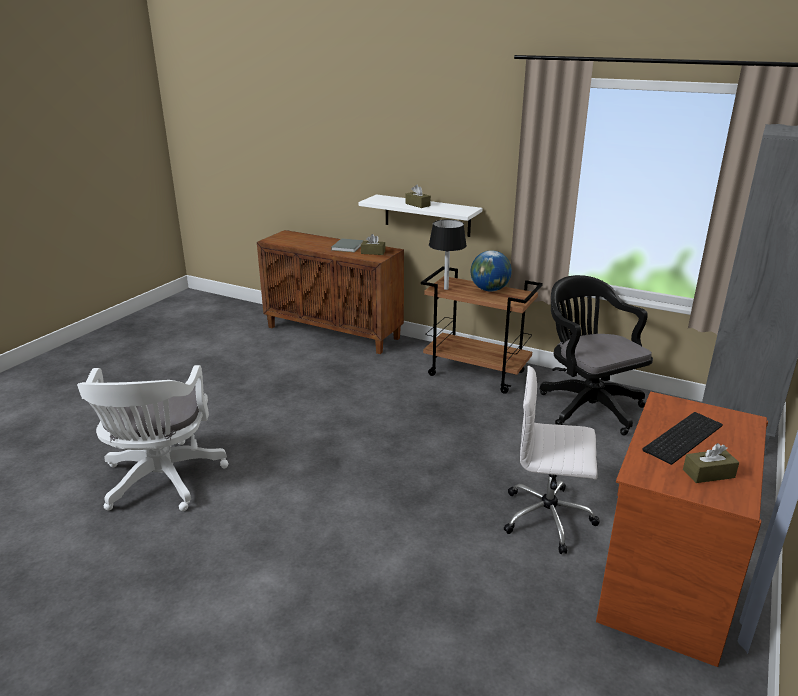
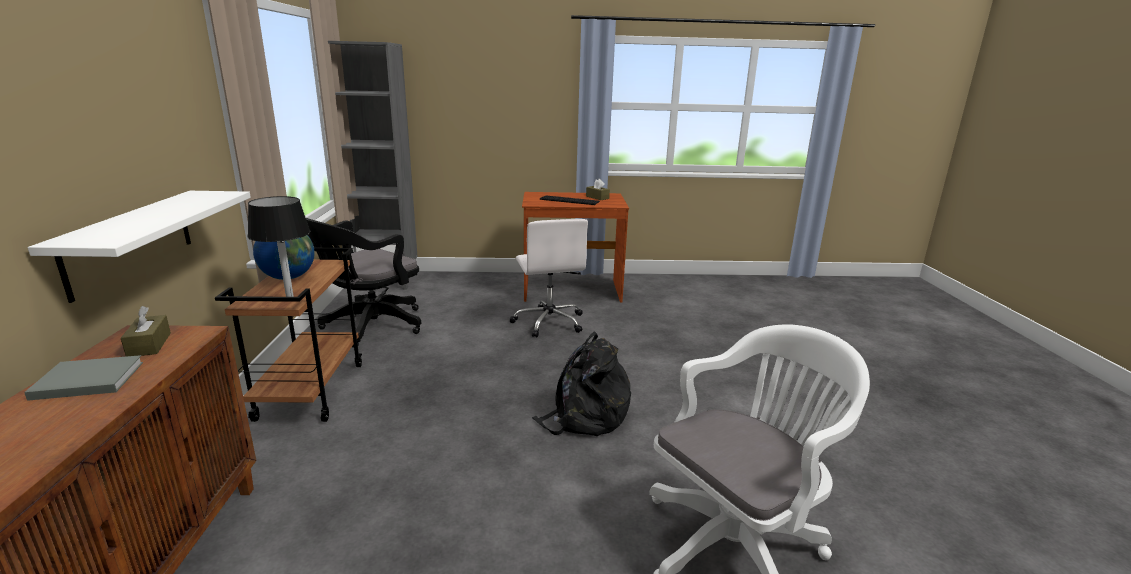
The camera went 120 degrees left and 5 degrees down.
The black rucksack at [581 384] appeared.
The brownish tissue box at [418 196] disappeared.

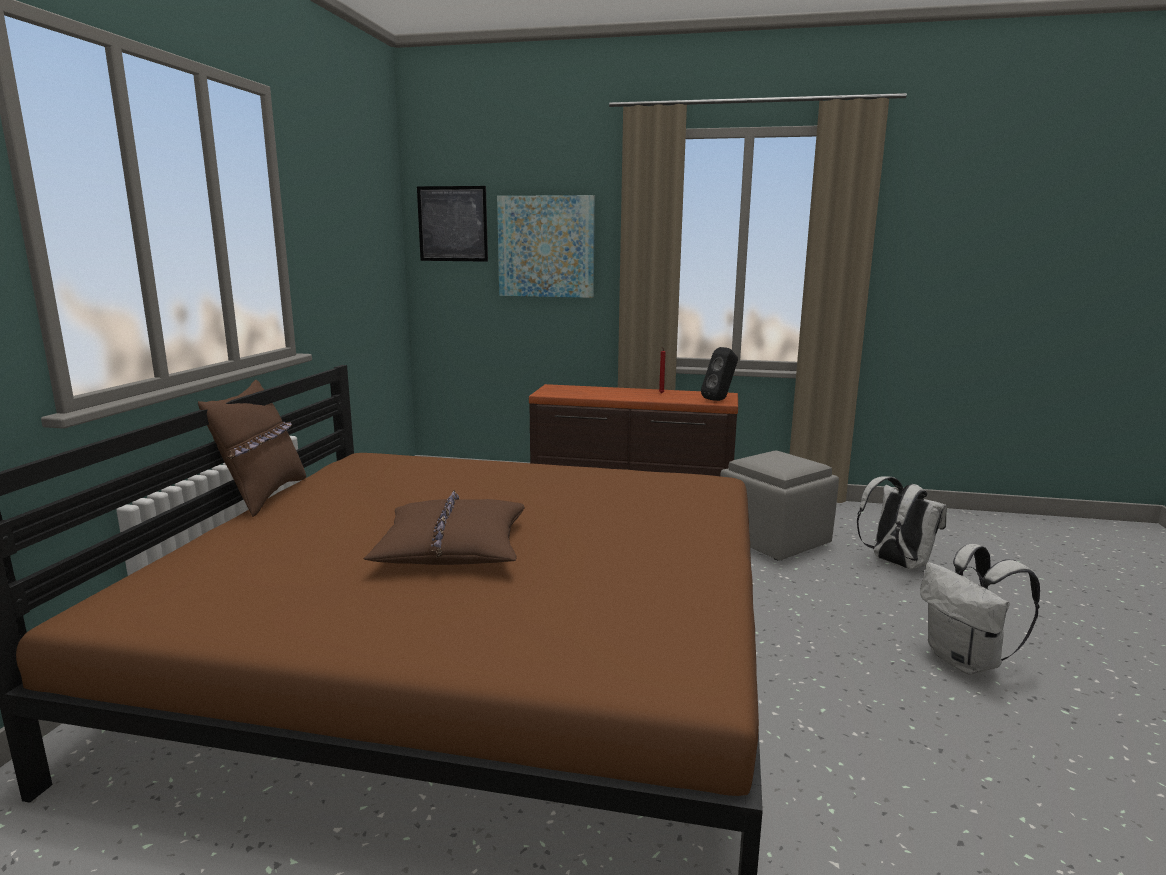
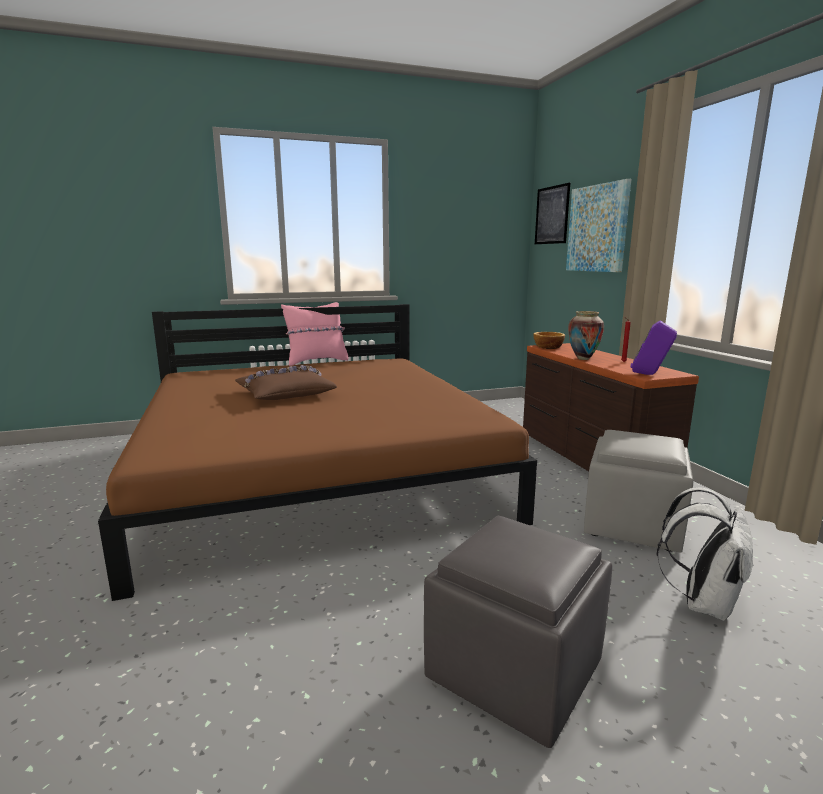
The camera went 60 degrees right and 0 degrees up.
The brownish cushion at [252 448] became the pink cushion at [314 334].
The white-coloured rucksack at [980 609] was replaced by the gray ottoman at [518 632].
The serving bowl at [549 340] appeared.
The flower vase at [586 335] appeared.
The black audio speaker at [719 374] became the purplish audio speaker at [653 348].

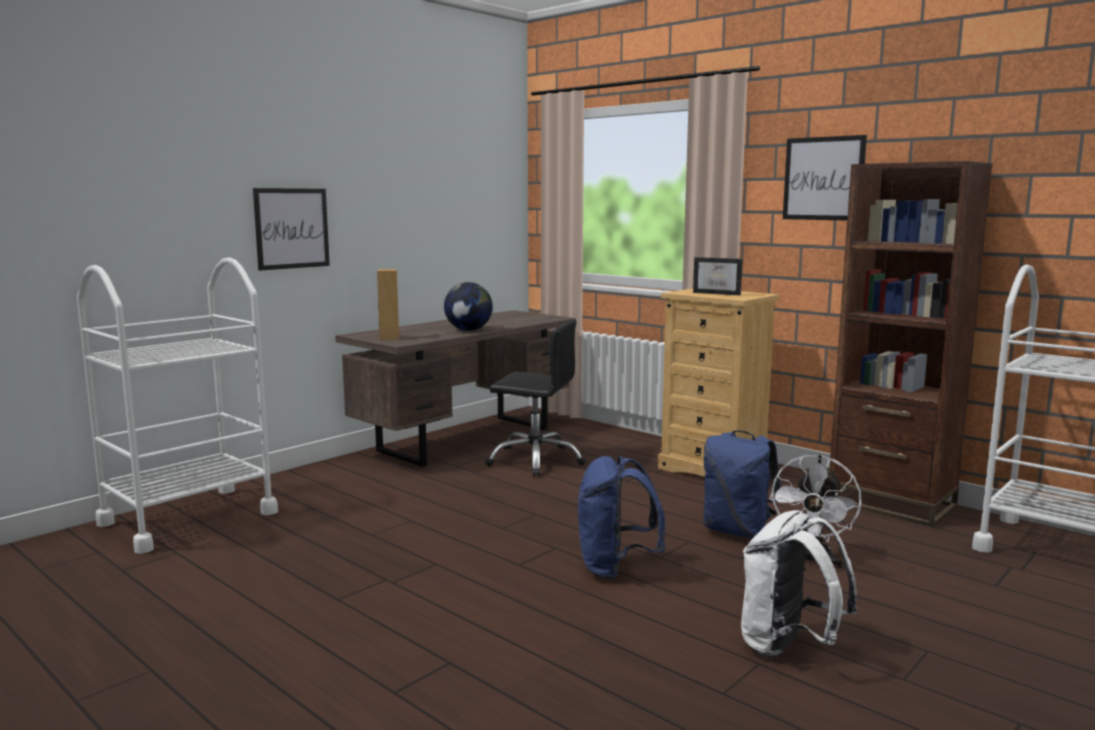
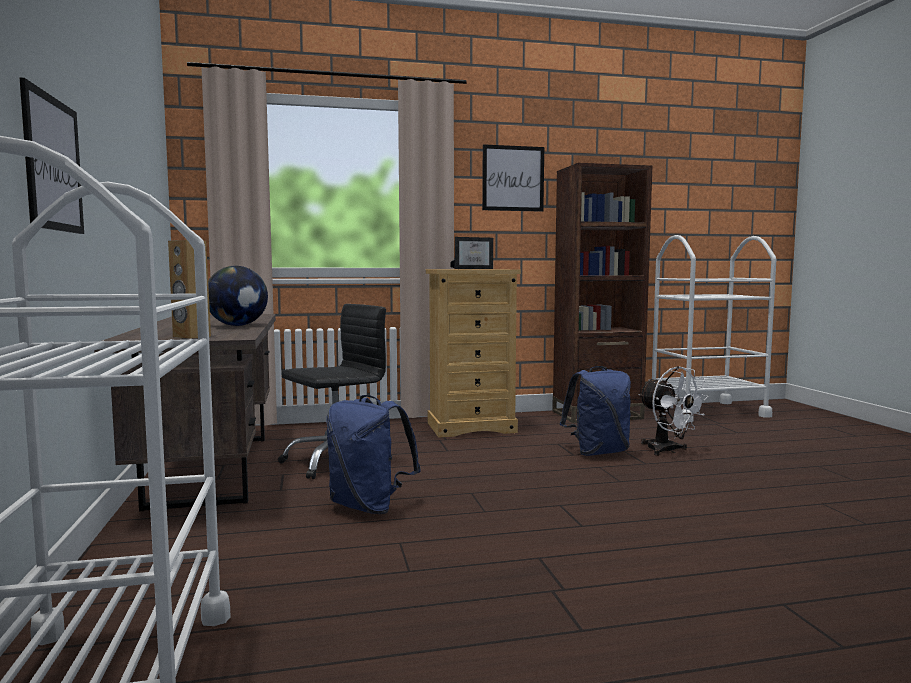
The camera went 55 degrees left and 5 degrees down.
The blue rucksack moved from [621 517] to [373 454].
The white-coloured rucksack at [799 584] disappeared.

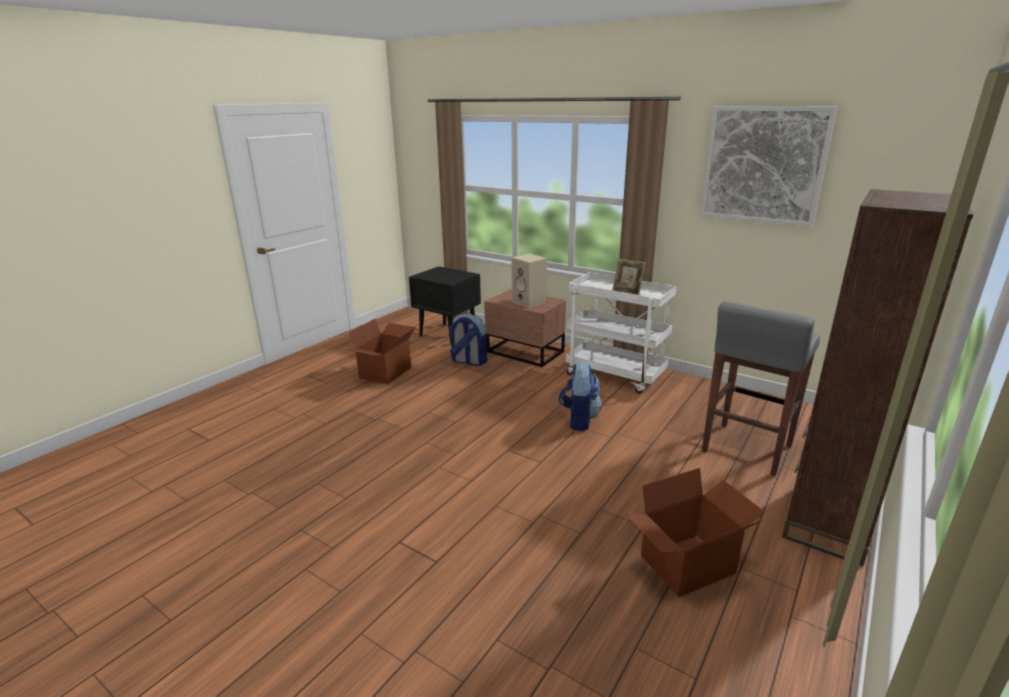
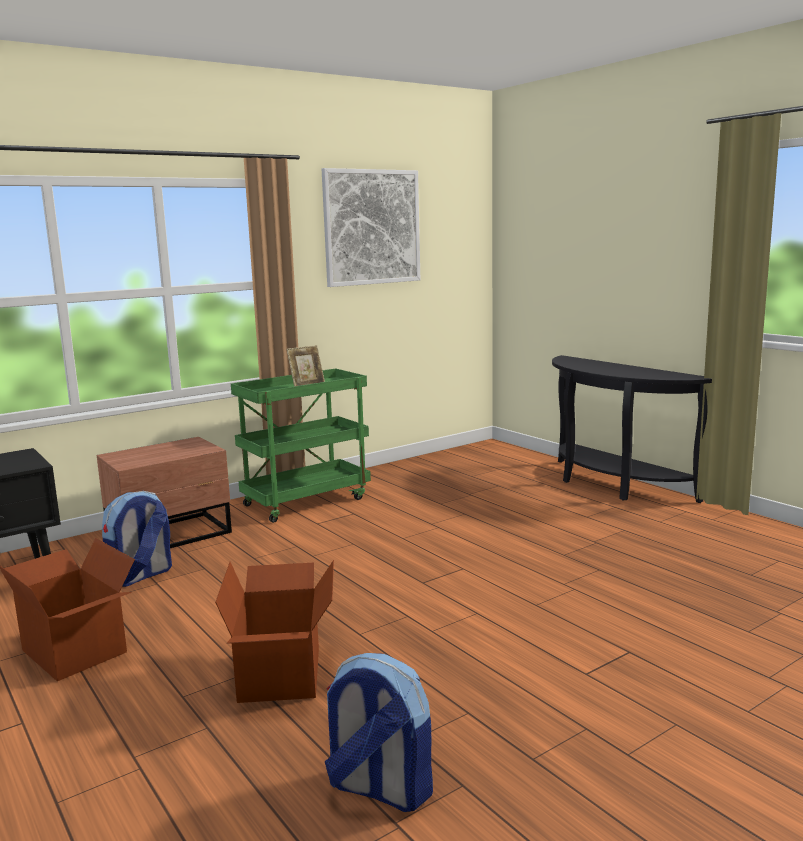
The camera went 70 degrees left and 10 degrees down.
The cardboard box moved from [695 532] to [274 631].
The white-coloured wheeled cart at [621 333] became the green wheeled cart at [301 446].
The rucksack moved from [580 396] to [379 732].
The brownish shelving unit at [877 377] was replaced by the black hall table at [632 429].
The sand-coloured audio speaker at [529 280] disappeared.
The gray sitting stool at [761 389] disappeared.

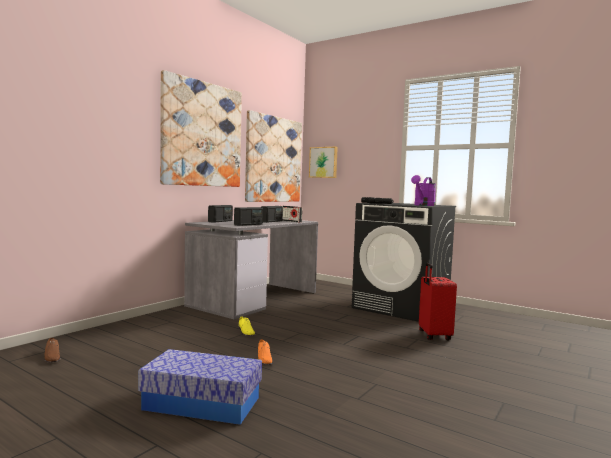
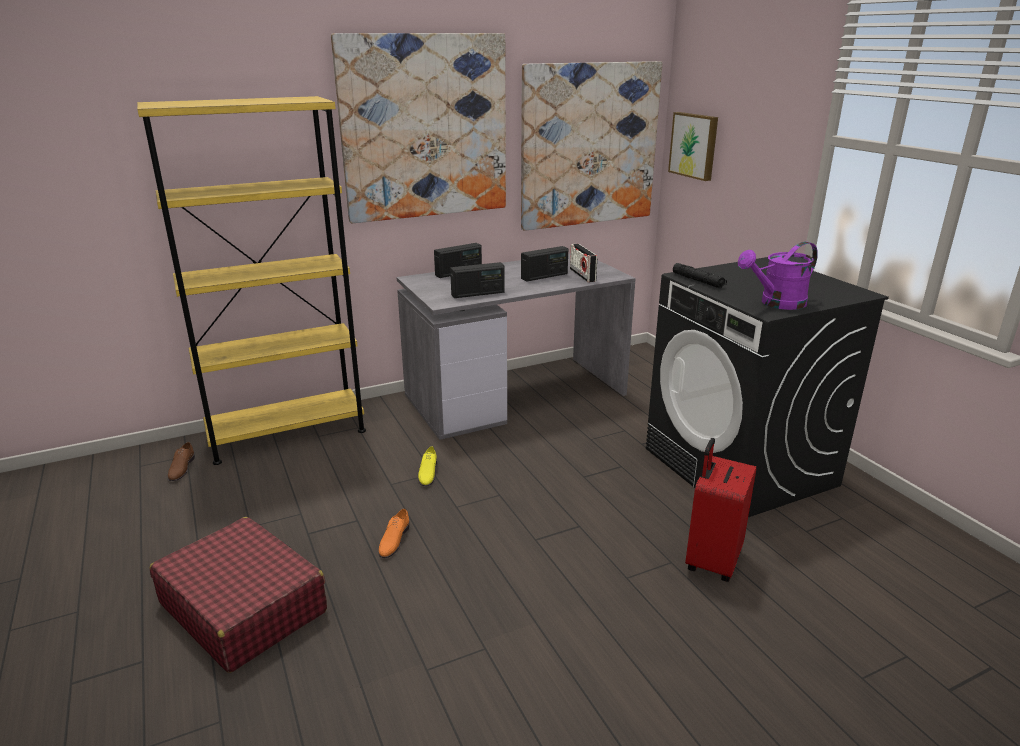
The camera went 30 degrees right and 20 degrees up.
The yellow shelving unit at [251 280] appeared.
The storage container at [200 387] was replaced by the red-coloured travel case at [238 595].

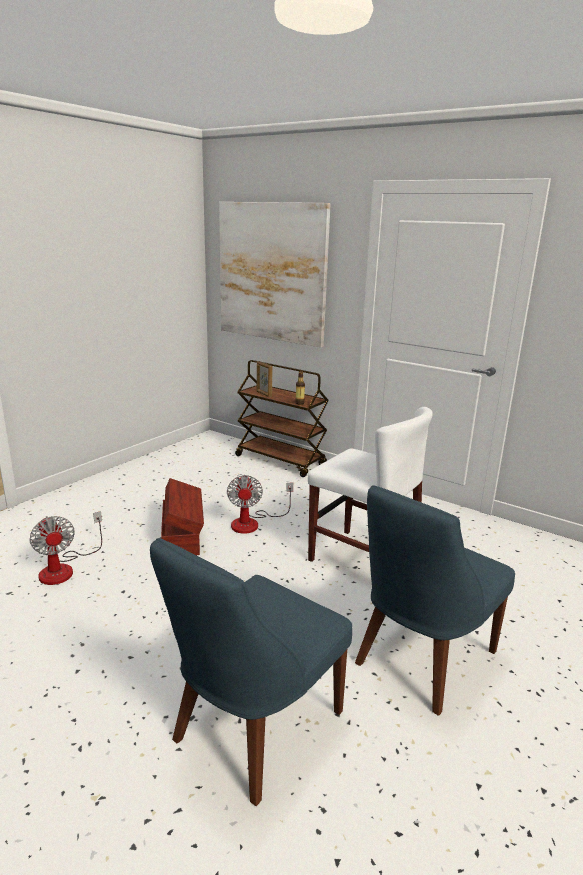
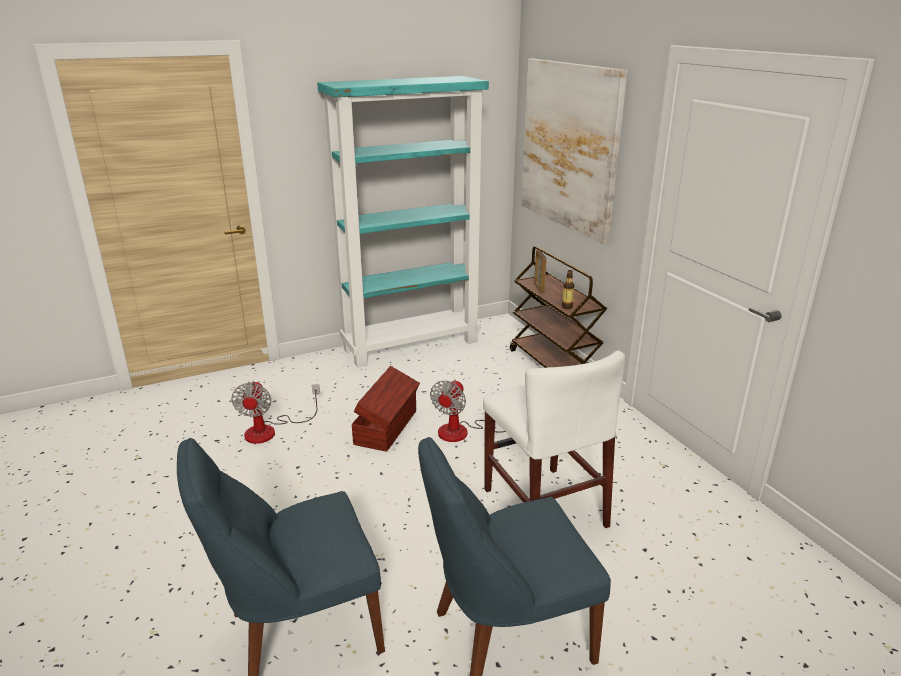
The camera went 30 degrees right and 5 degrees up.
The turquoise shelving unit at [403 221] appeared.

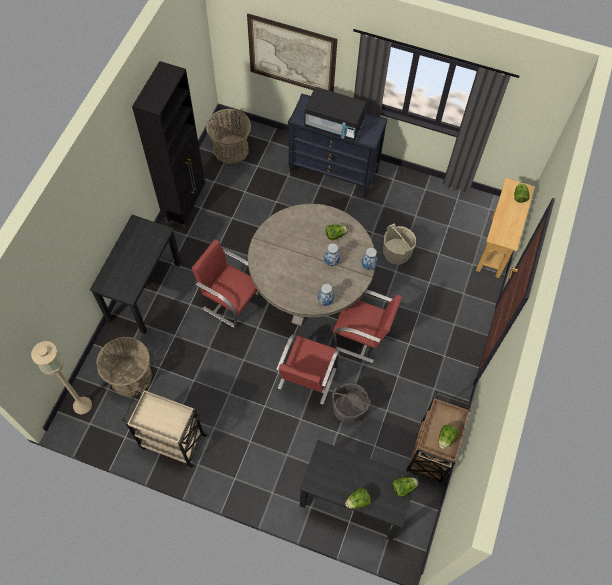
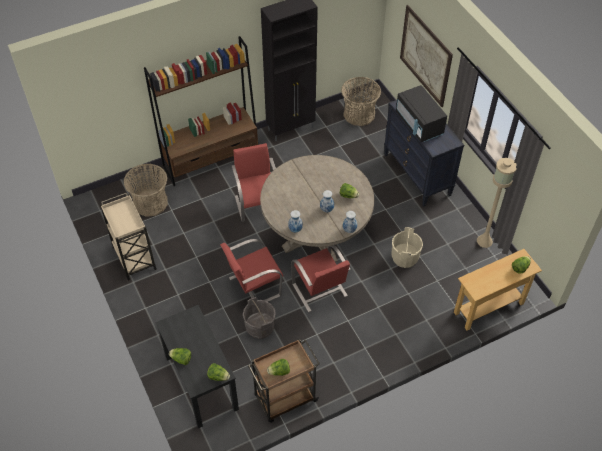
The camera went 45 degrees right and 10 degrees down.
The black desk unit at [135 274] was replaced by the brownish shelving unit at [201 111].
The sand-coloured floor lamp moved from [61 377] to [497 203].

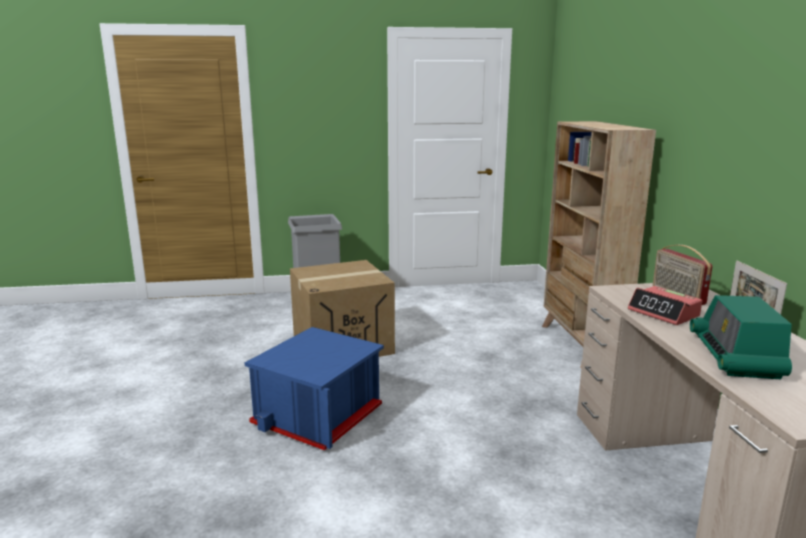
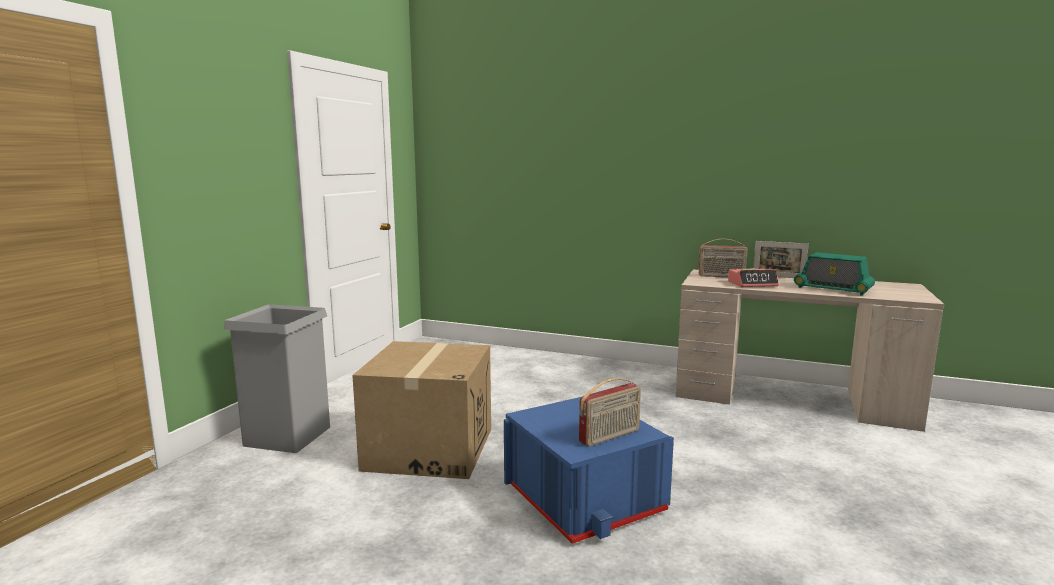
The camera went 60 degrees left and 5 degrees down.
The radio receiver at [610 412] appeared.
The sand-coloured shelving unit at [599 244] disappeared.

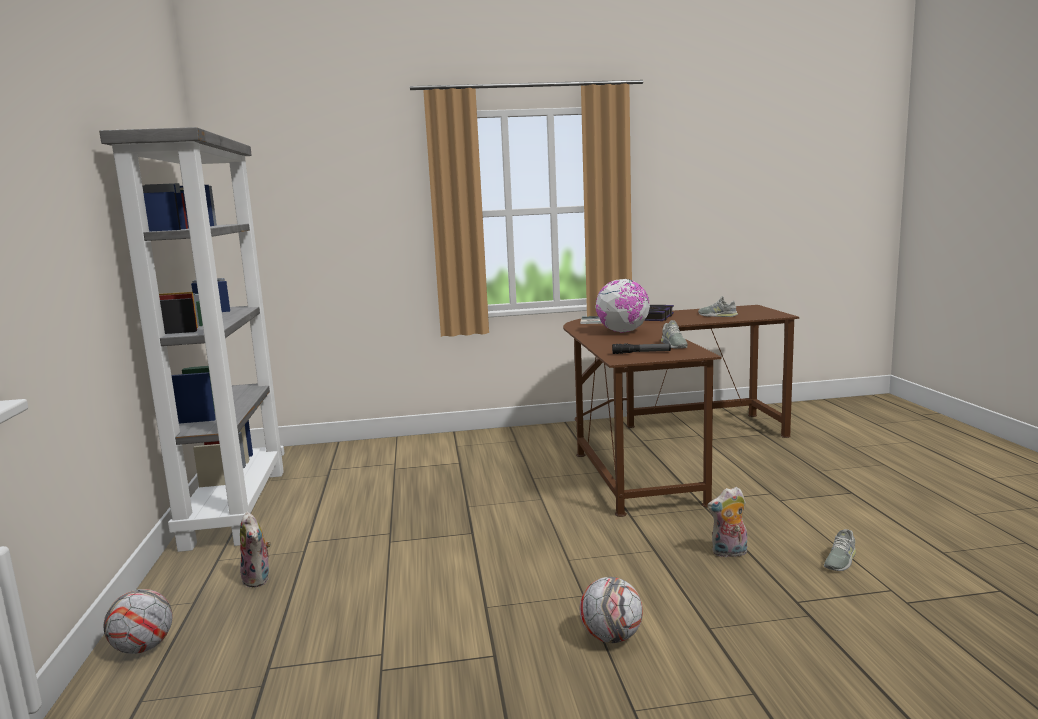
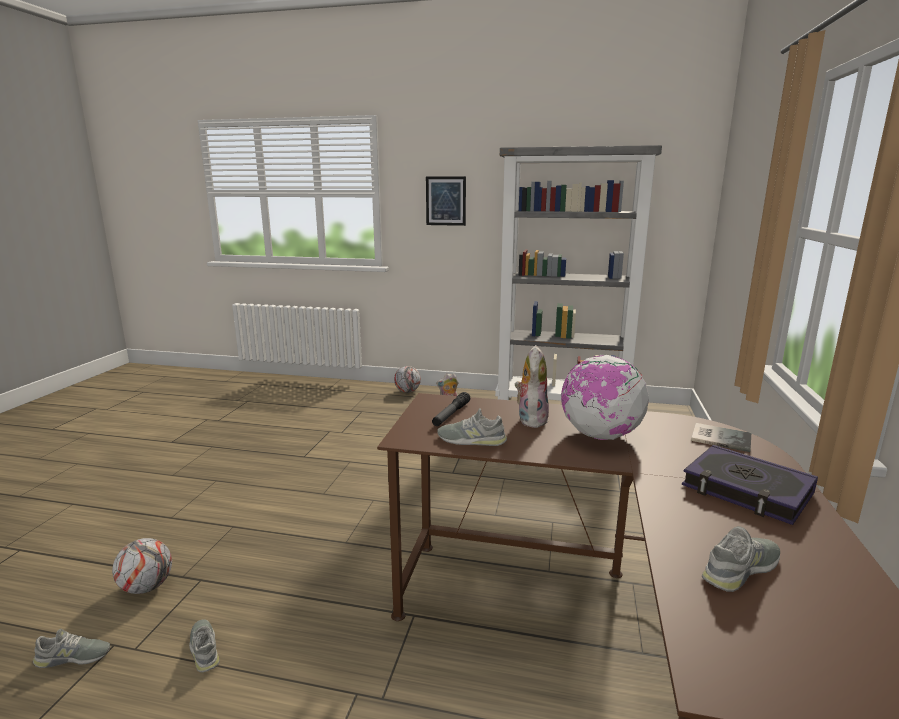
The camera went 110 degrees right and 5 degrees up.
The gray item of footwear at [71 648] appeared.
The ball for football moved from [611 610] to [142 566].
The wall art at [446 201] appeared.
The soft toy moved from [727 522] to [532 386].

